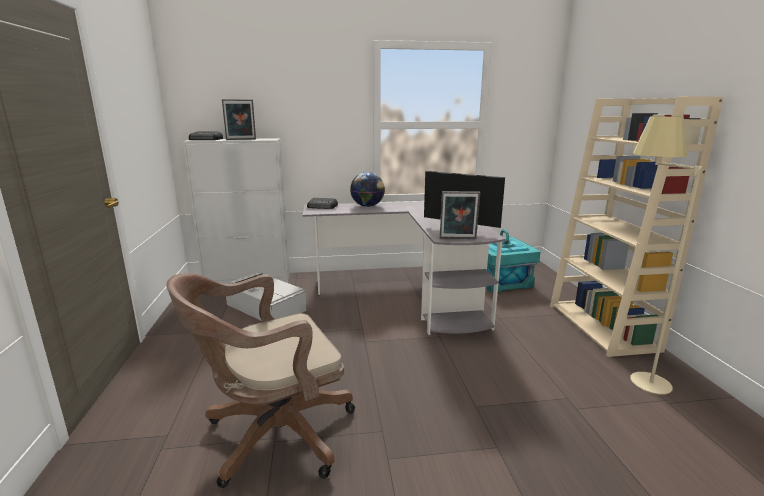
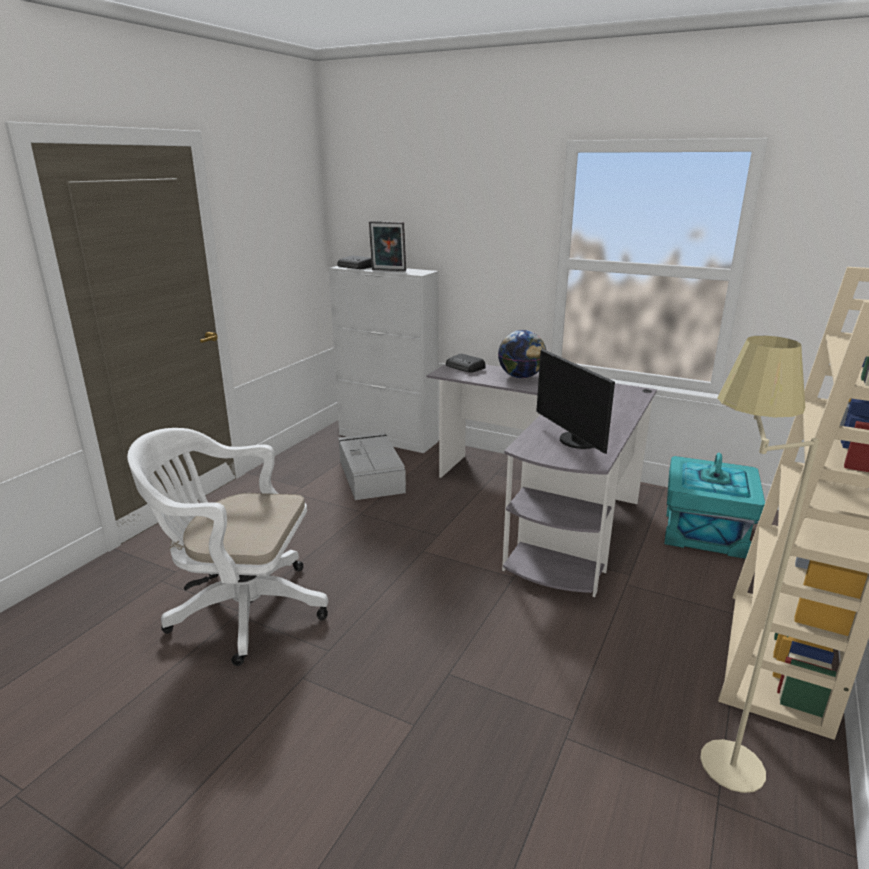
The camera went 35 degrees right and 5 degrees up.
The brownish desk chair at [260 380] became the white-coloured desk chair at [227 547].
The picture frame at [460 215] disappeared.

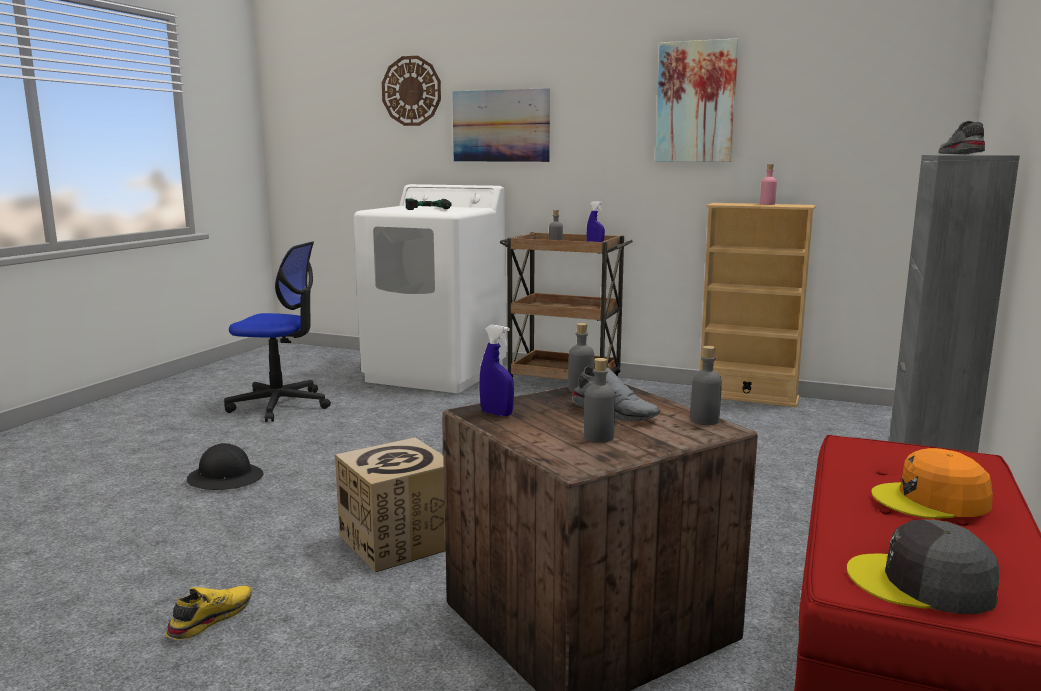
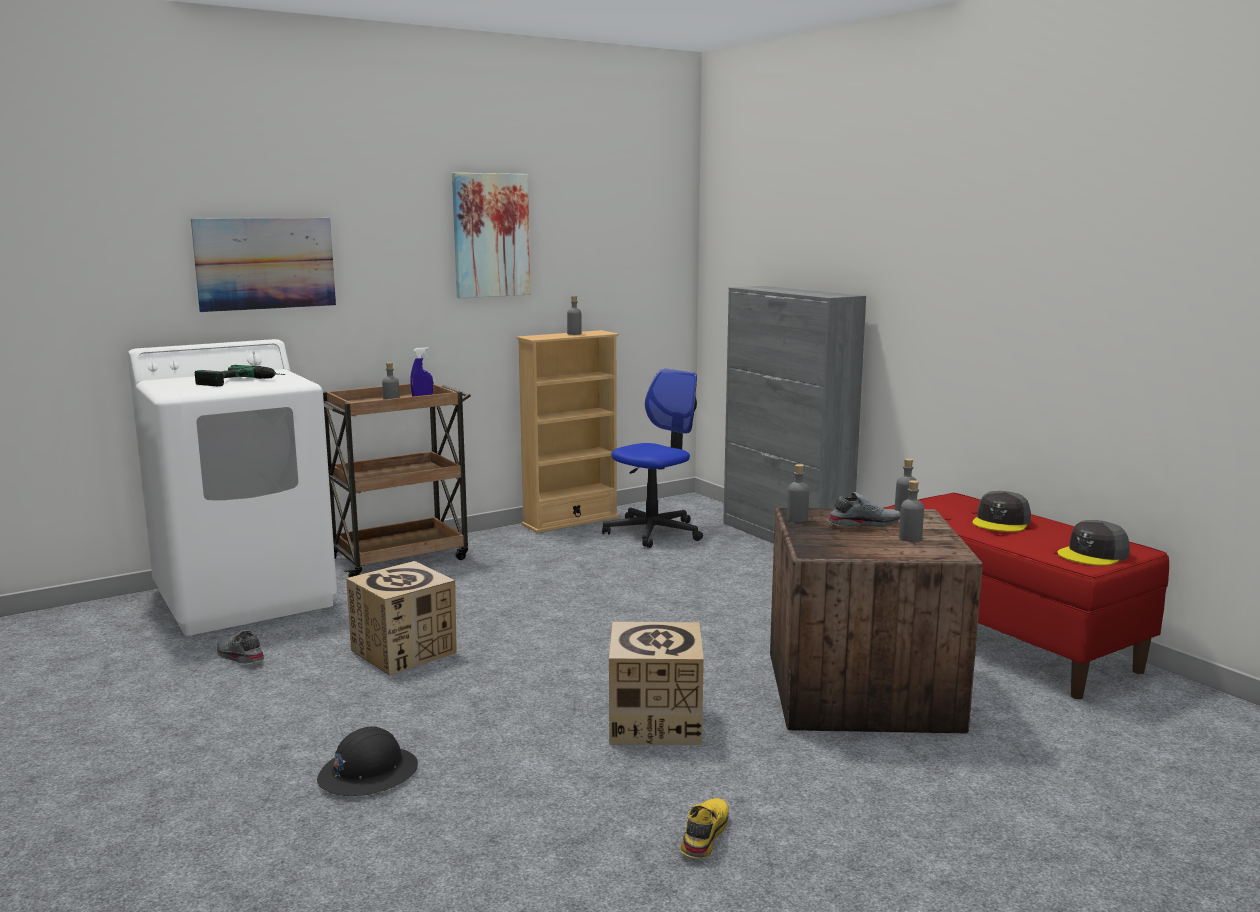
The camera went 55 degrees left and 0 degrees up.
The gray item of footwear moved from [961 137] to [240 647].
The cardboard box at [401 618] appeared.
The pink bottle at [768 184] became the gray bottle at [574 315].
The desk chair moved from [277 332] to [652 458].
The yellow item of footwear at [208 613] turned 45 degrees clockwise.
The orangey peaked cap at [932 483] became the gray peaked cap at [1001 511].
The hanging clock at [411 91] disappeared.
The blue sprayer at [496 370] disappeared.

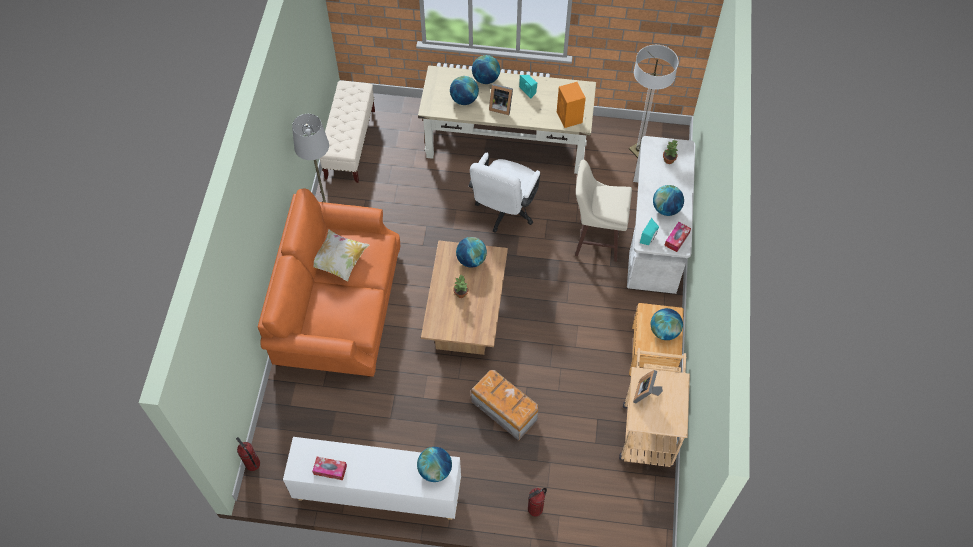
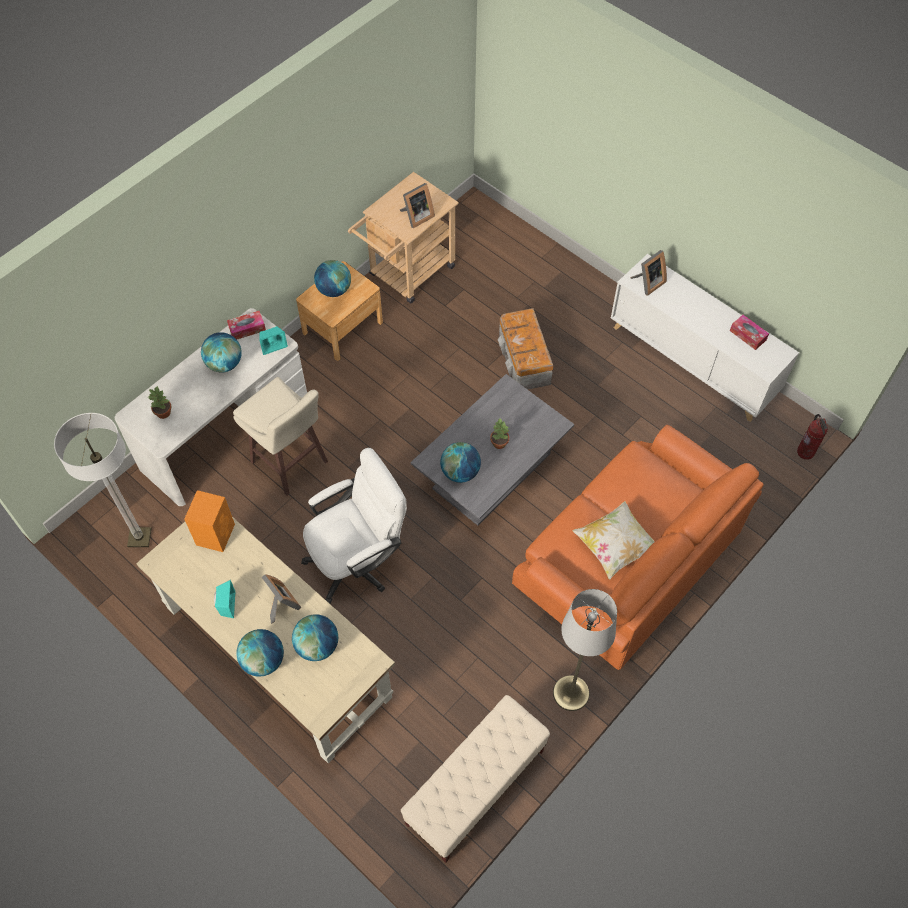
The camera went 145 degrees left and 0 degrees up.
The brownish lounge table at [464 297] became the gray lounge table at [492 450].
The world globe at [434 464] was replaced by the picture frame at [649 273].
The fire-fighting cylinder at [537 502] disappeared.

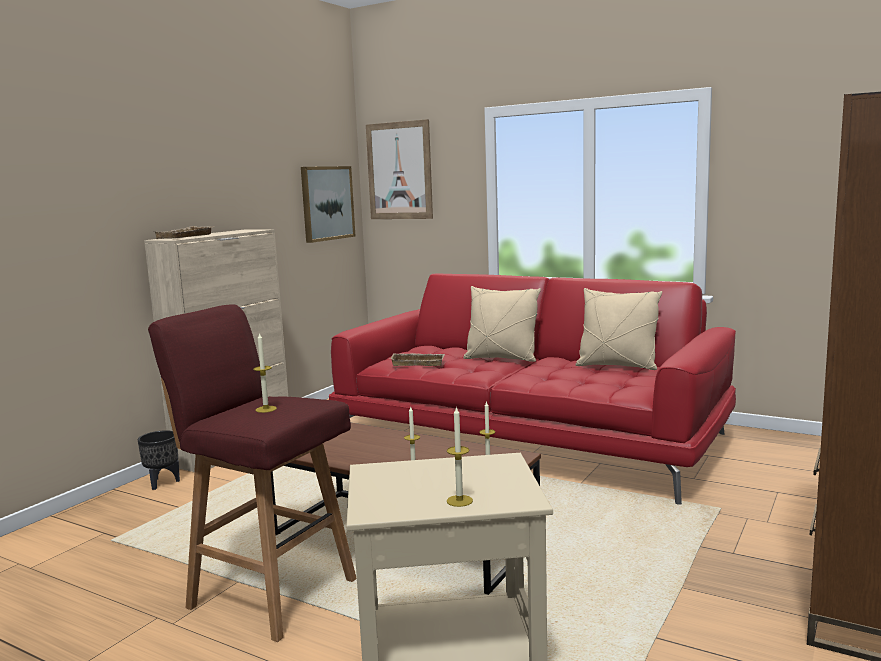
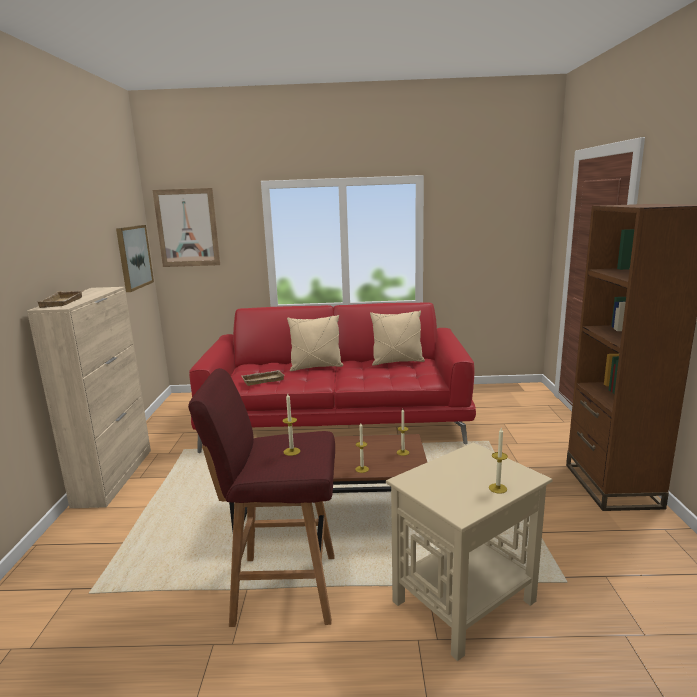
The camera went 30 degrees left and 5 degrees up.
The black plant pot at [159 460] disappeared.

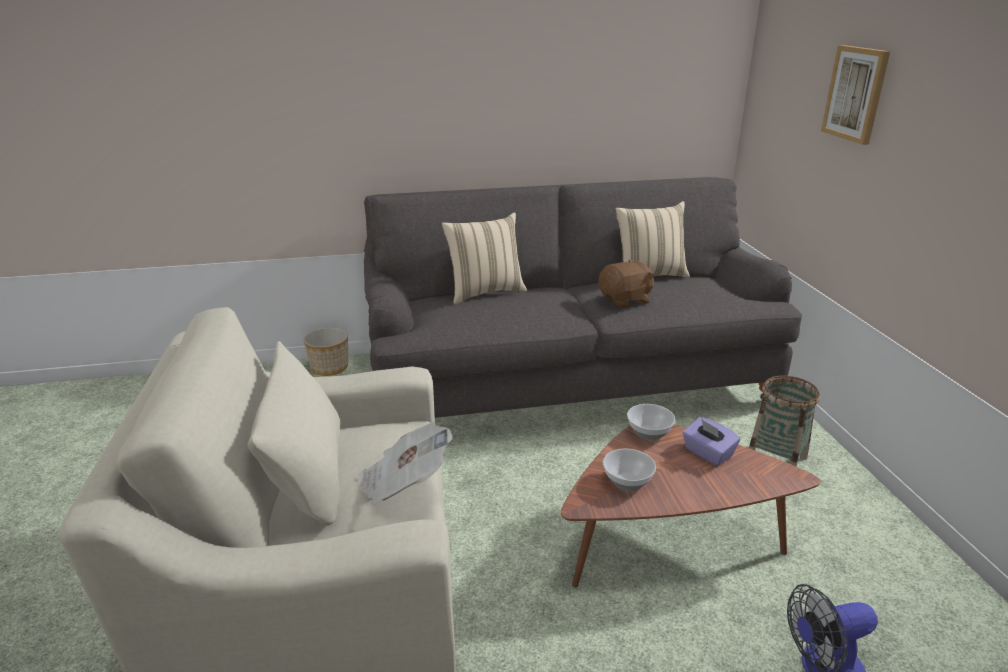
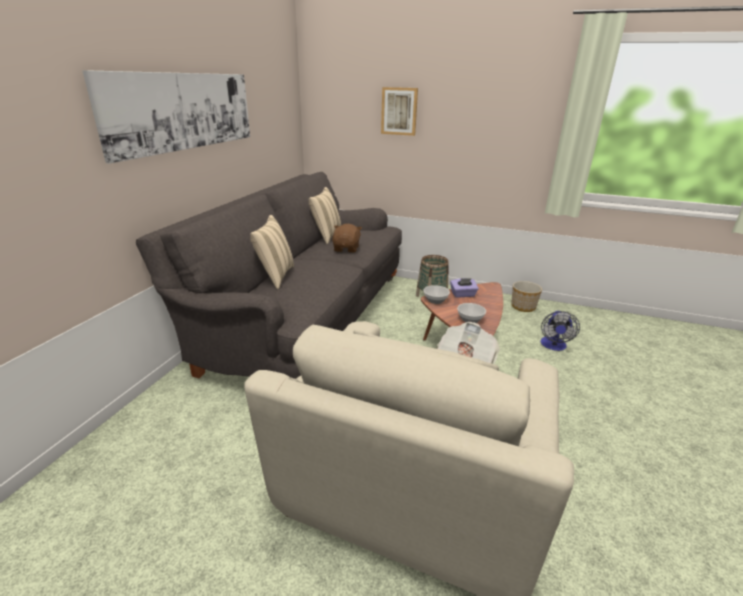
The camera went 60 degrees left and 0 degrees up.
The wall art at [166 117] appeared.
The plant pot moved from [325 351] to [526 296].

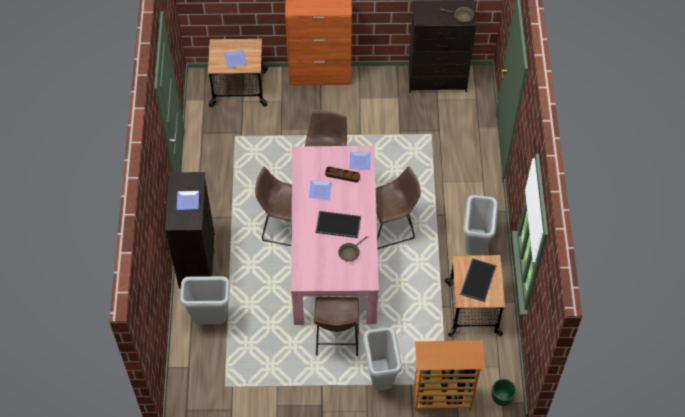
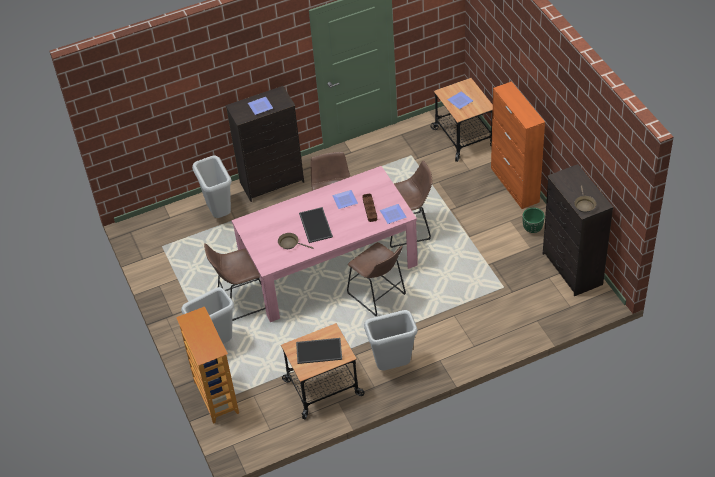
The camera went 70 degrees right and 10 degrees down.
The green plant pot moved from [504 392] to [533 220].

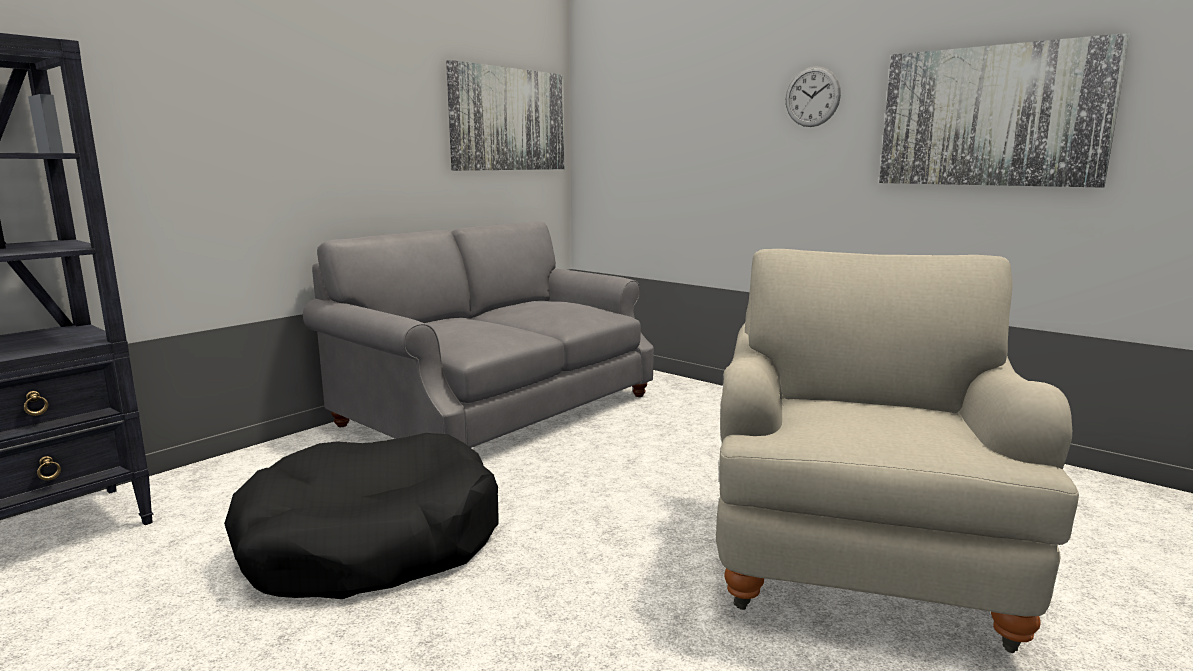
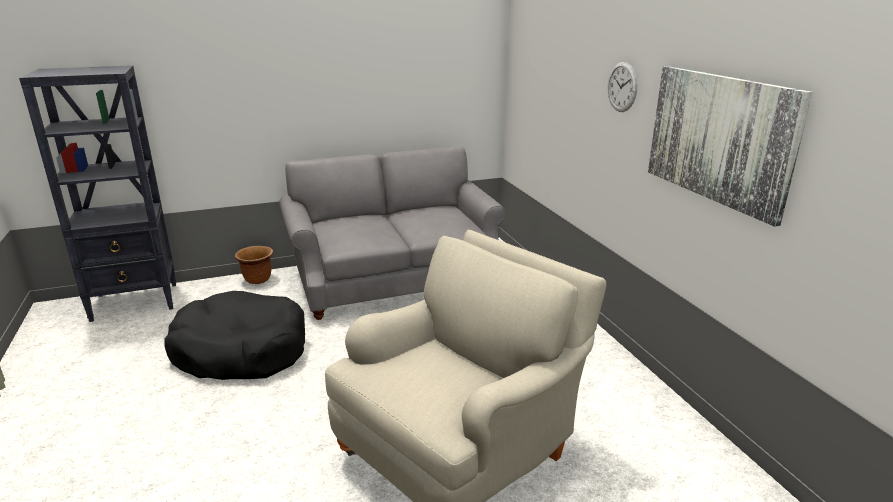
The camera went 30 degrees right and 10 degrees up.
The brownish plant pot at [254 265] appeared.
The wall art at [505 115] disappeared.

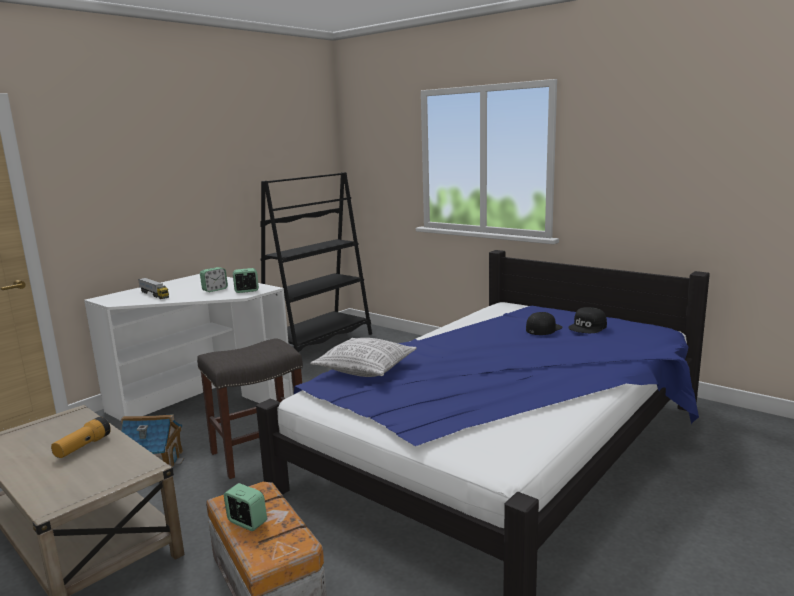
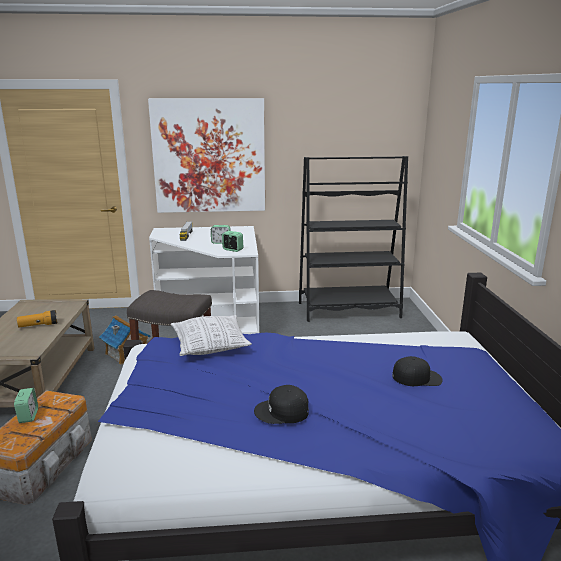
The camera went 45 degrees right and 5 degrees up.
The wall art at [206 155] appeared.
The black peaked cap moved from [587 320] to [281 404].

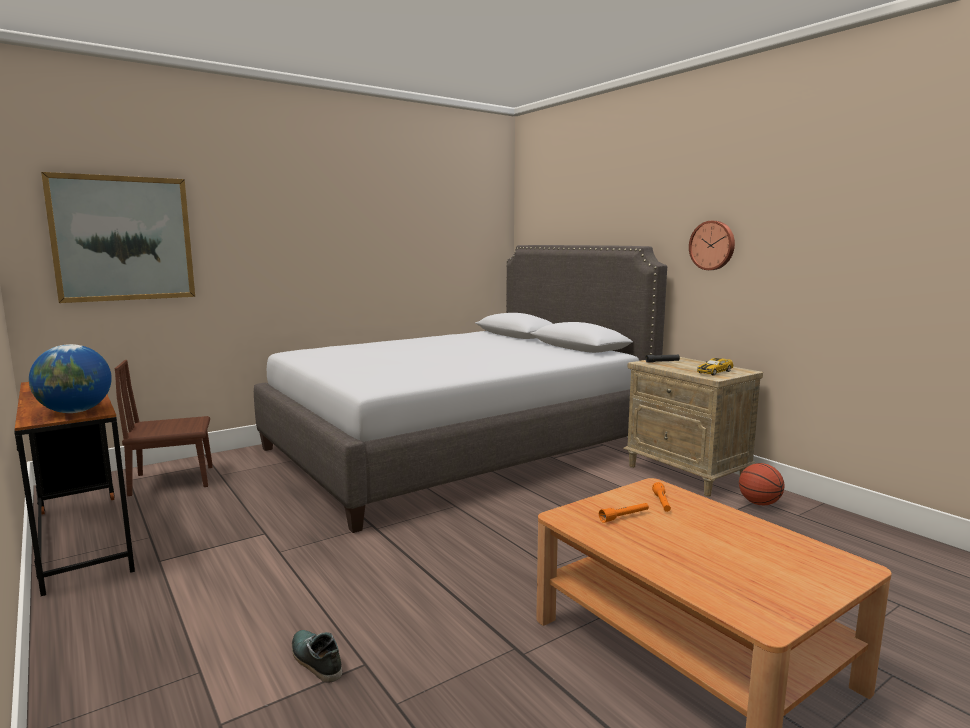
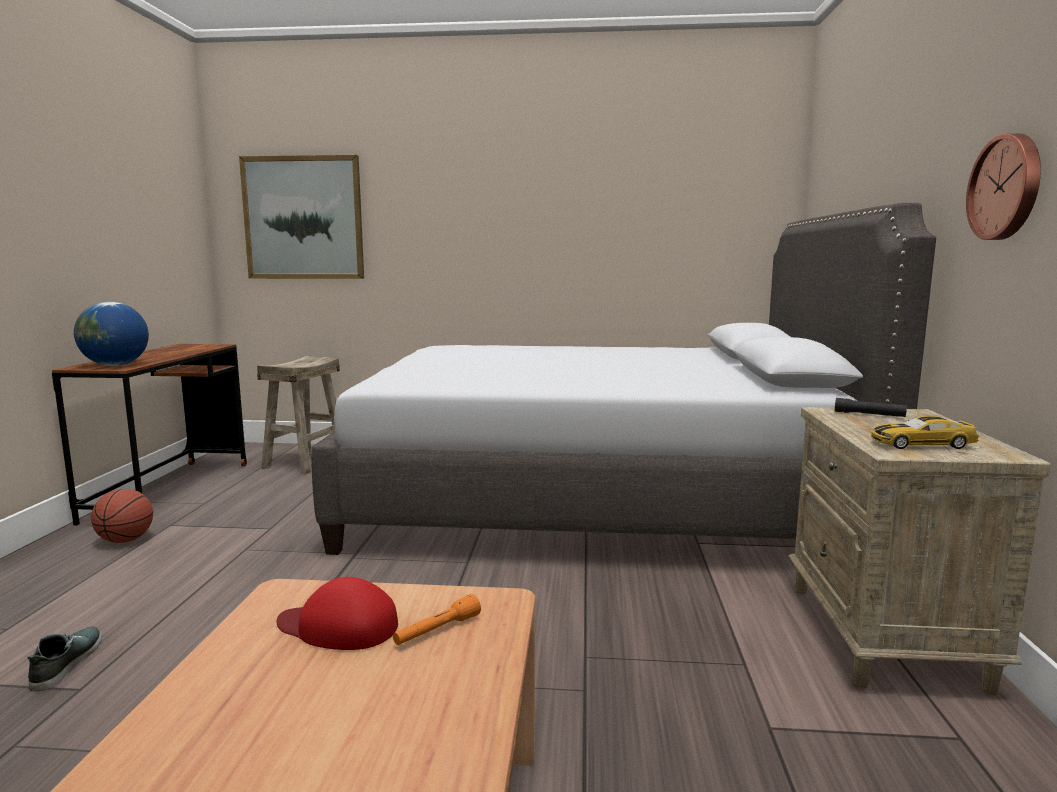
The camera went 40 degrees right and 0 degrees up.
The ball for basketball moved from [761 484] to [122 516].
The brownish chair at [164 428] was replaced by the sand-coloured sitting stool at [298 415].
The orangey hand torch at [624 513] was replaced by the red-coloured peaked cap at [337 613].

